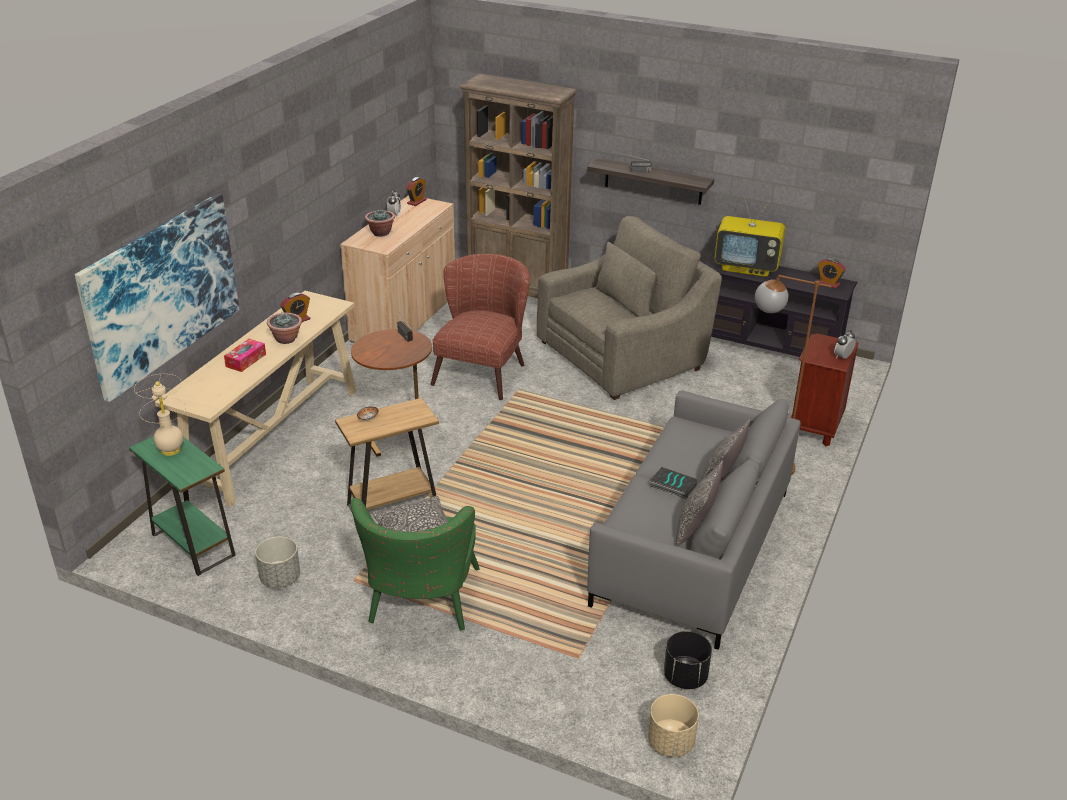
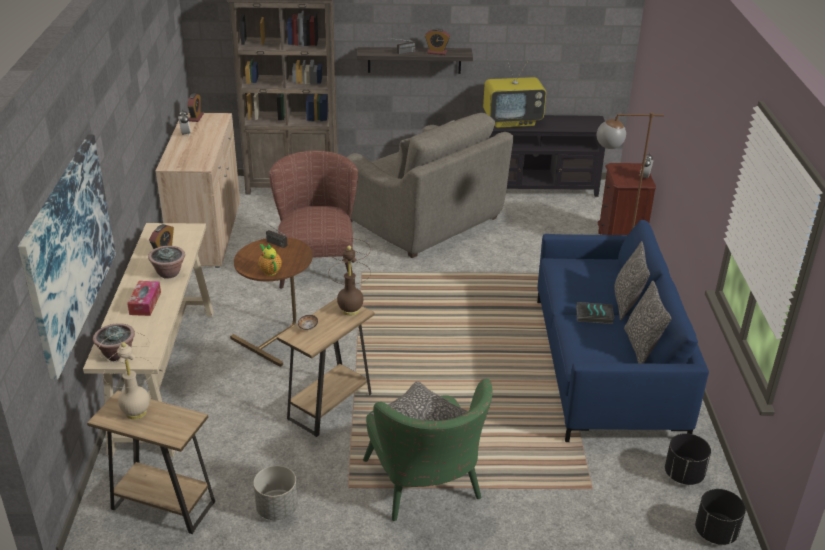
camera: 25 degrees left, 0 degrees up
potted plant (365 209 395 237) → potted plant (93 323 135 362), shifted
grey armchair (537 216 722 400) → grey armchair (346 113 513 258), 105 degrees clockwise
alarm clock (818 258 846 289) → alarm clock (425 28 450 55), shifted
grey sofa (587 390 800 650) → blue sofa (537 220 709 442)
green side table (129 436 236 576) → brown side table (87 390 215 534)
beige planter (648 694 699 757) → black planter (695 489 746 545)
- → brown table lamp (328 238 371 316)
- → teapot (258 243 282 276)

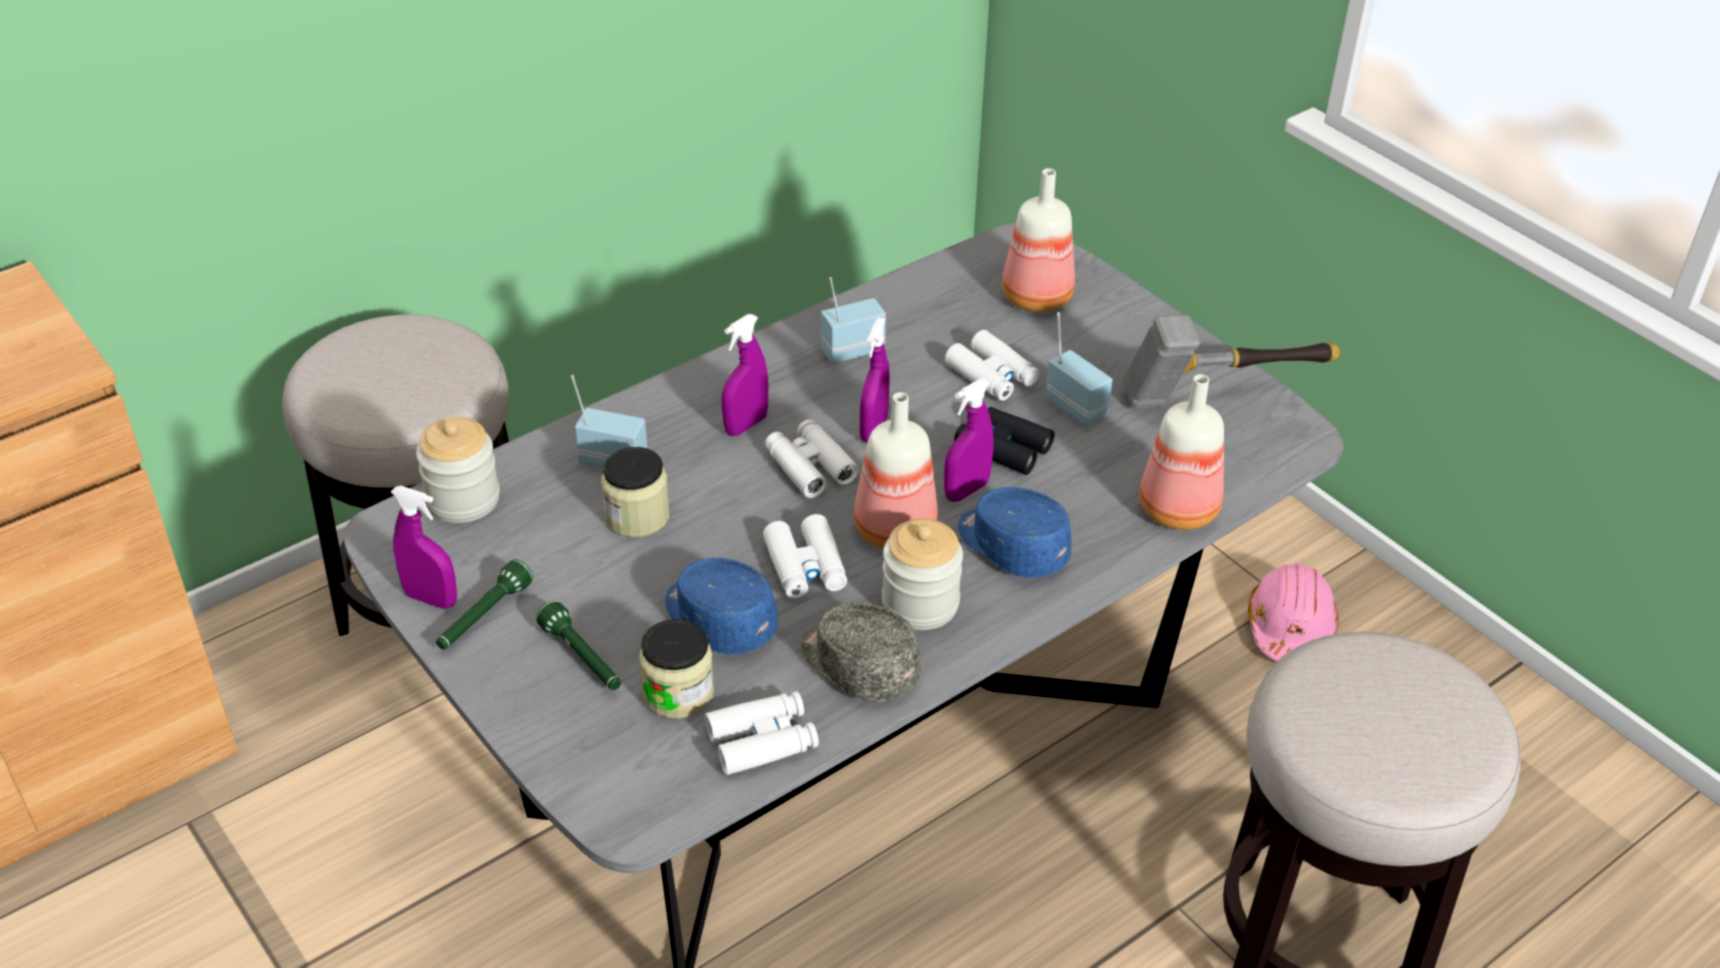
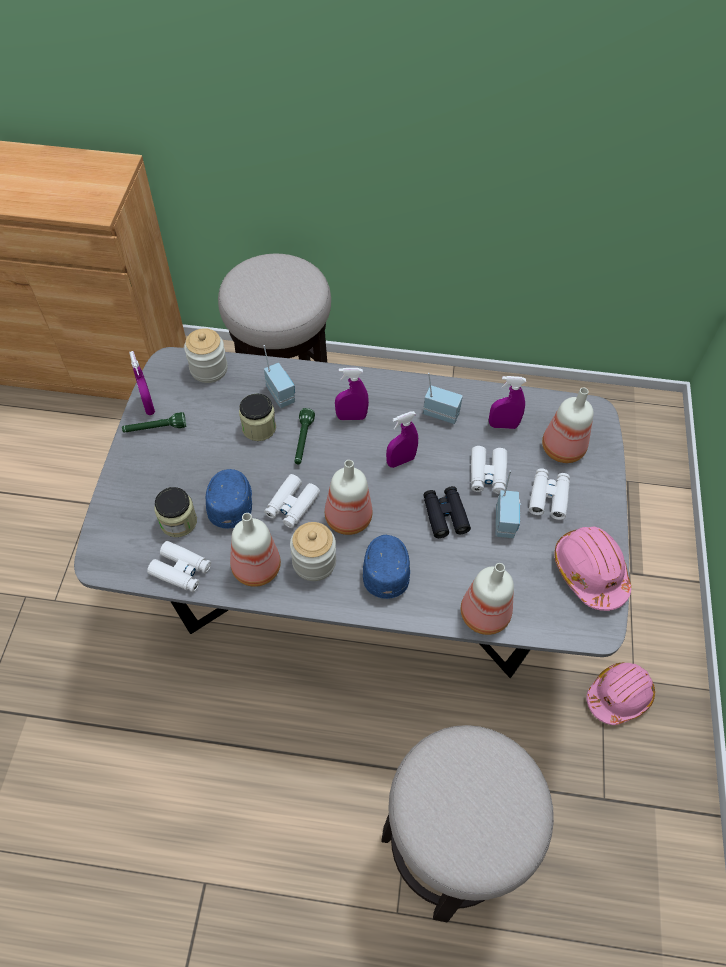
camera: 45 degrees right, 15 degrees up
hammer (1122 315 1340 409) → pink hard hat (555 527 631 611)
purple spray bottle (944 379 994 502) → purple spray bottle (489 376 526 429), shifted
white binoculars (765 419 859 498) → white binoculars (529 468 570 520), shifted
green flashlight (536 600 621 690) → green flashlight (294 408 315 464), shifted
grey cap (801 602 921 702) → bottle (230 513 281 587)

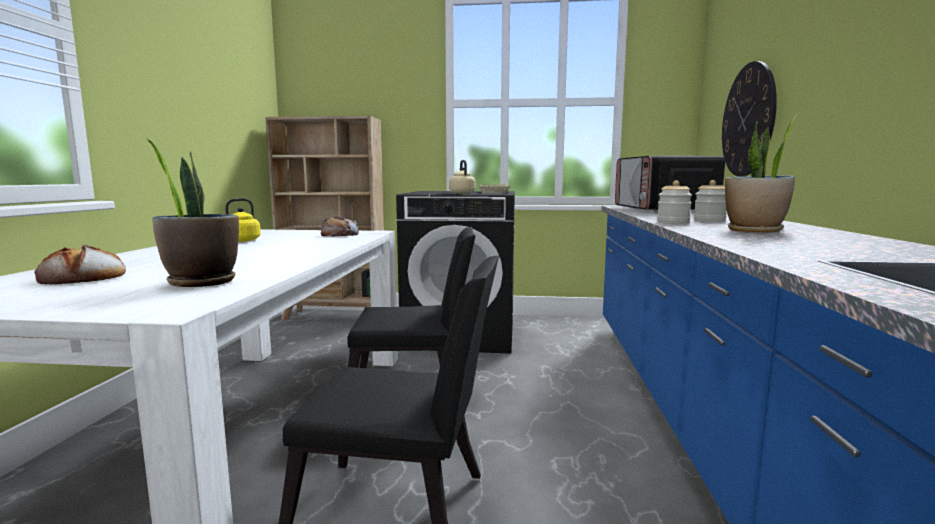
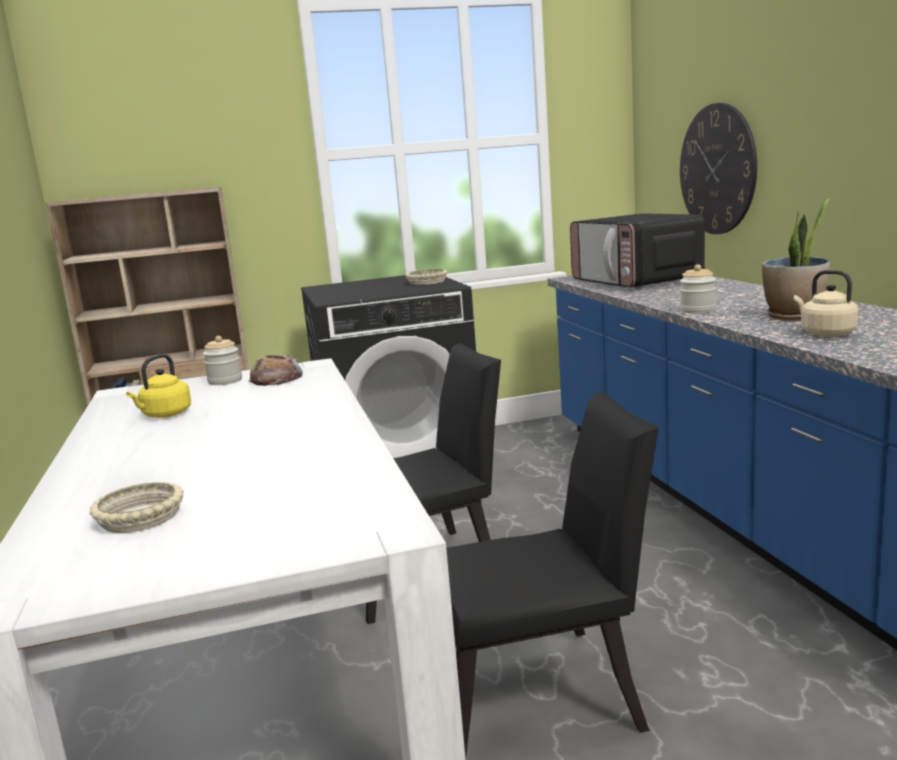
camera: 20 degrees left, 5 degrees up
potted plant (147 139 239 287) → -
beige kettle (449 160 475 194) → beige kettle (794 270 858 337), shifted
jar (694 180 727 222) → jar (203 336 242 385), shifted
bread (34 244 126 285) → beige bowl (90 482 184 533)

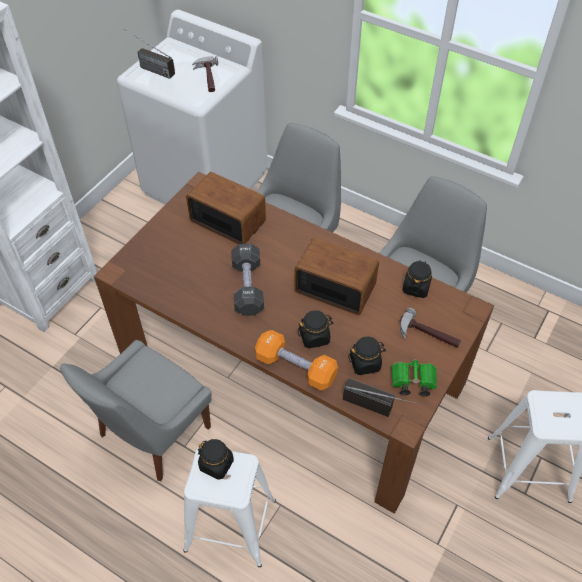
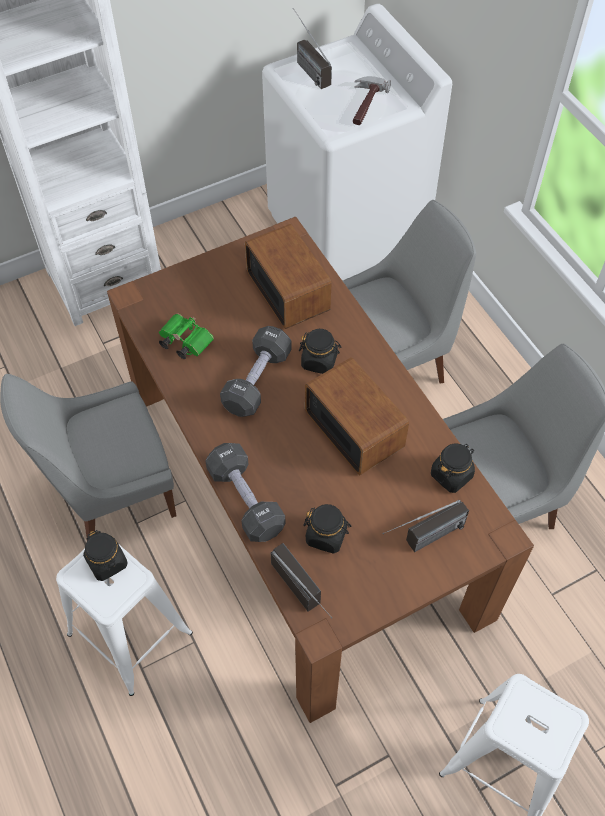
camera: 30 degrees right, 5 degrees up
hammer (399 308 461 348) → radio (382 500 469 552)
black jar (297 310 333 349) → black jar (299 329 342 374), shifted
orange dumbbell (255 330 338 391) → black dumbbell (205 443 286 542)
green binoculars (391 359 437 397) → green binoculars (159 313 214 359), shifted

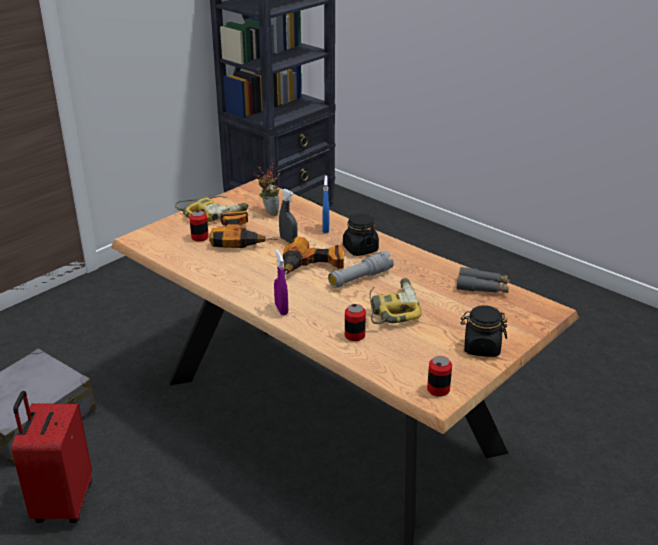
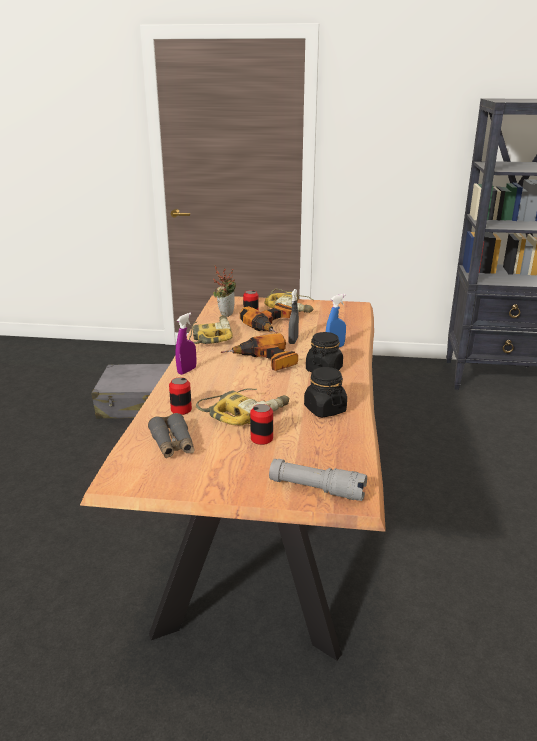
camera: 55 degrees right, 5 degrees down
potted plant (253 163 280 216) → potted plant (213 265 236 317), shifted
grey flashlight (328 251 394 288) → grey flashlight (269 459 367 501), shifted
grey binoculars (457 267 510 293) → grey binoculars (148 413 194 458), shifted
black jar (461 305 508 357) → black jar (304 367 347 418), shifted
can (427 356 452 397) → can (250 404 273 445), shifted
red suitcase (11 391 92 523) → -
- → power drill (189 315 233 344)

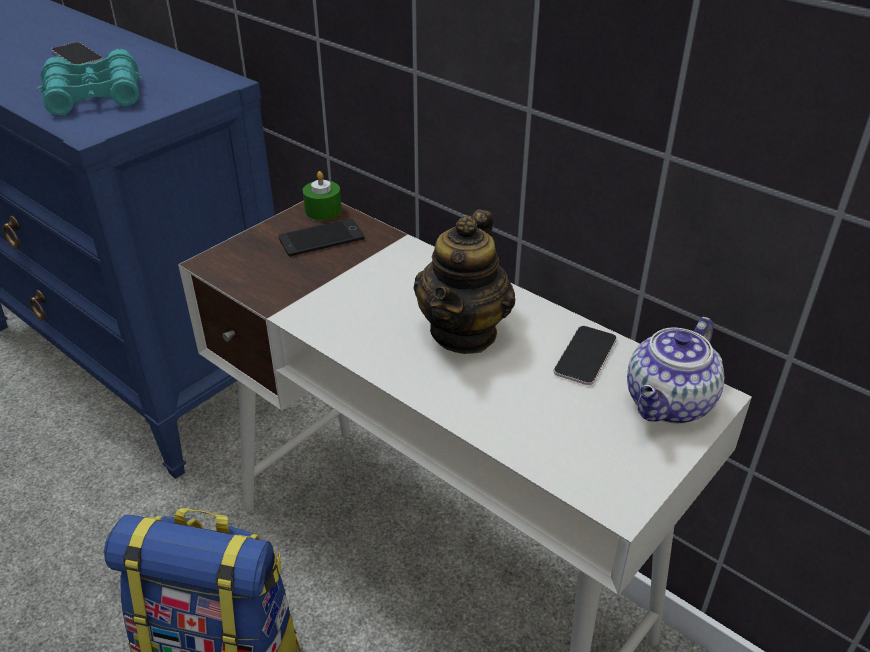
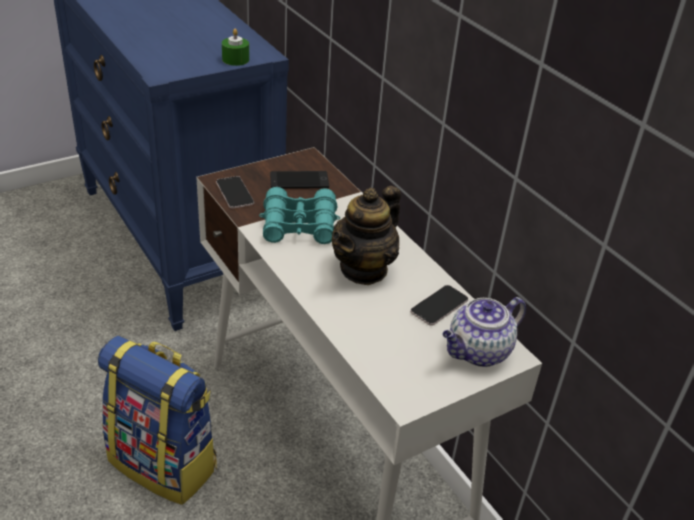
camera: 15 degrees right, 0 degrees up
phone (51 42 103 65) → phone (216 176 254 209), shifted
turquoise binoculars (37 49 143 116) → turquoise binoculars (259 187 340 244), shifted
green candle (303 171 342 220) → green candle (222 29 249 66), shifted

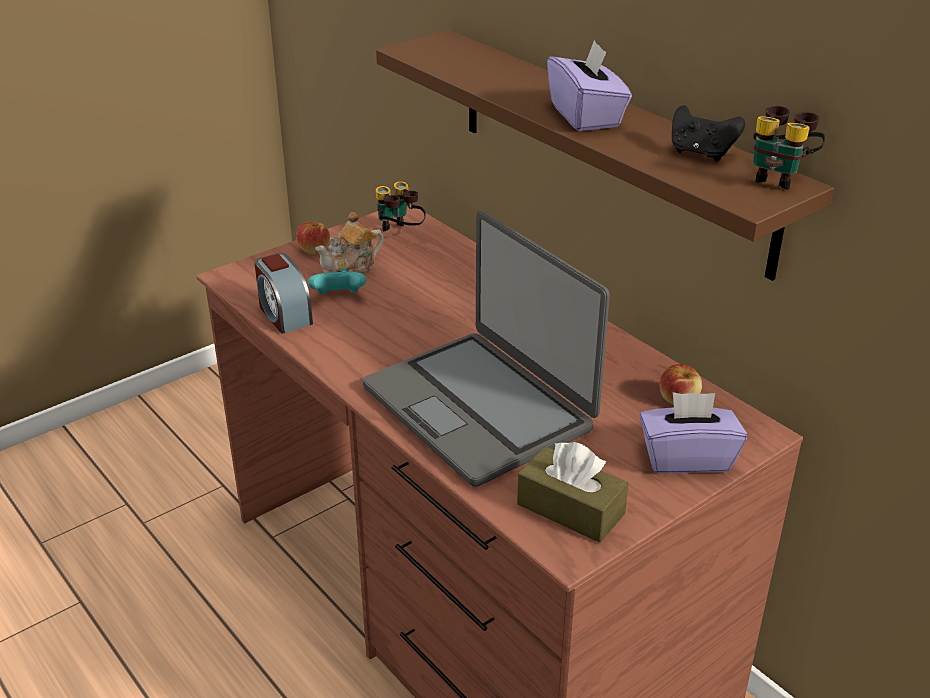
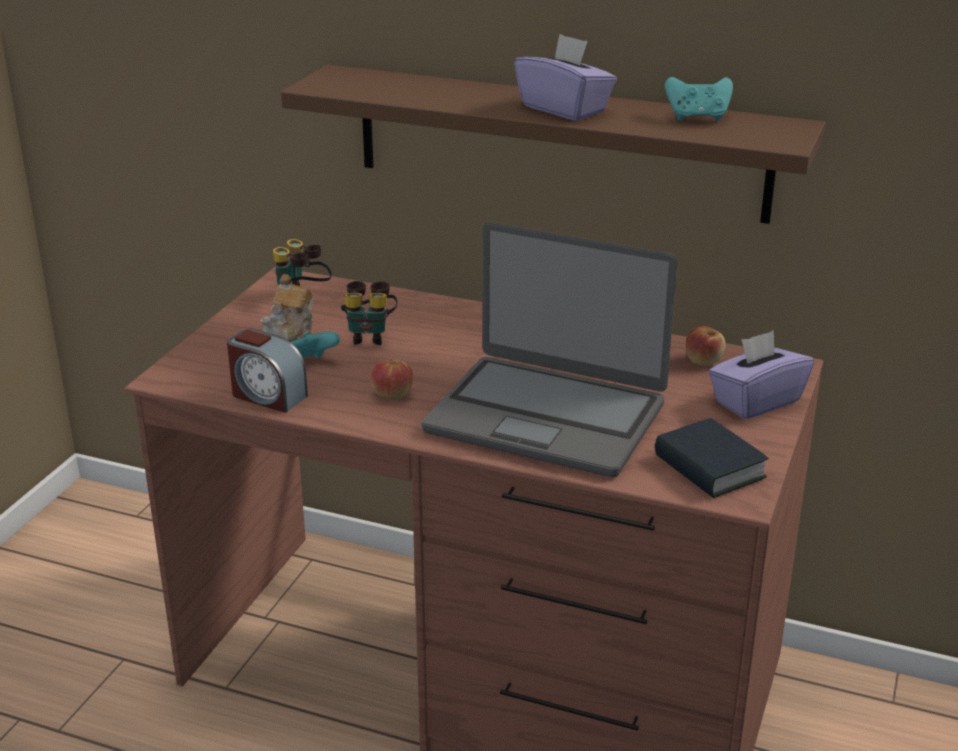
camera: 30 degrees left, 5 degrees down
black game controller (672 105 745 162) → turquoise game controller (665 77 733 121)
binoculars (753 106 825 190) → binoculars (341 281 398 345), shifted
apple (296 222 330 255) → apple (370 360 413 400), shifted
brown tissue box (517 442 628 543) → book (655 418 768 498)

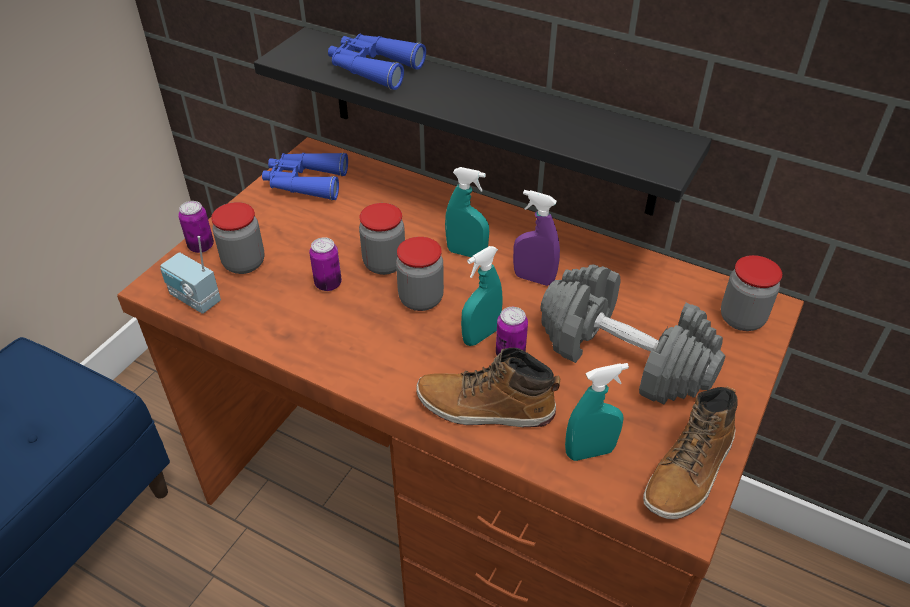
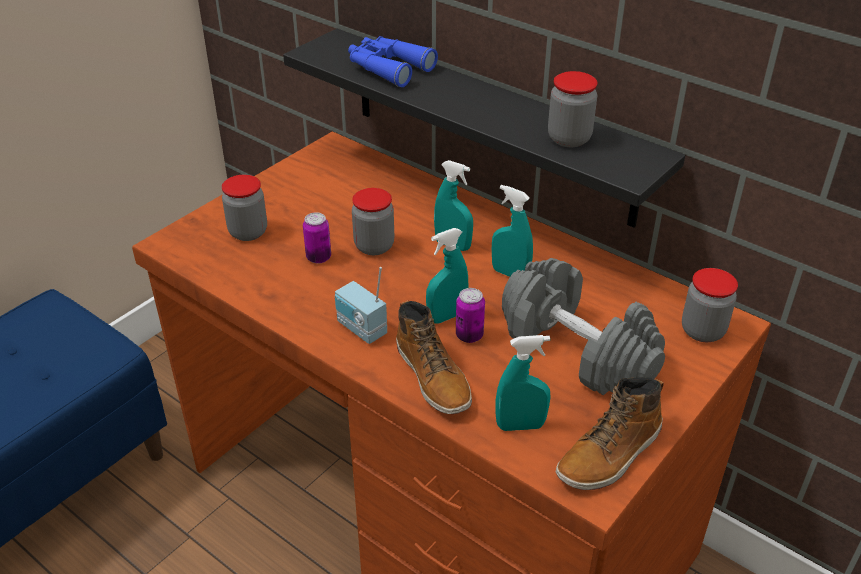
camera: 10 degrees right, 5 degrees down
blue binoculars (262 153 348 200) → -
purple spray bottle (513 190 560 286) → turquoise spray bottle (492 185 533 277)
can (178 201 214 253) → -
radio (160 236 221 314) → radio (335 267 387 344), shifted
jar (396 237 444 311) → jar (548 71 598 147), shifted
boot (416 348 561 427) → boot (396 301 472 414), 135 degrees counterclockwise

